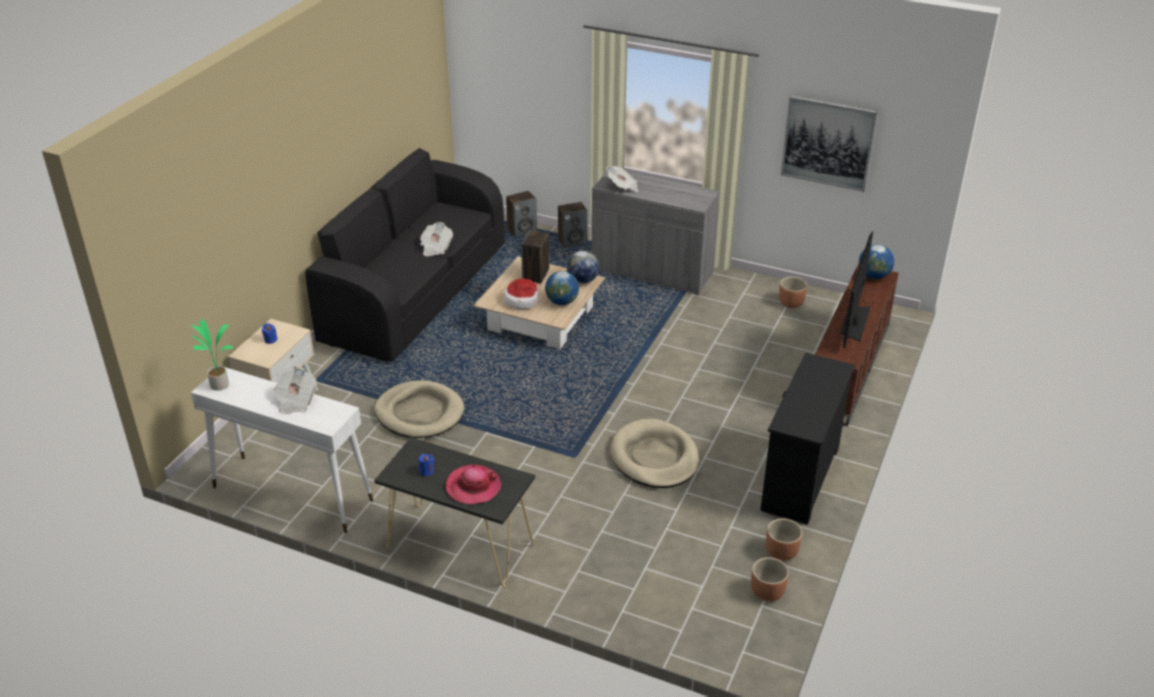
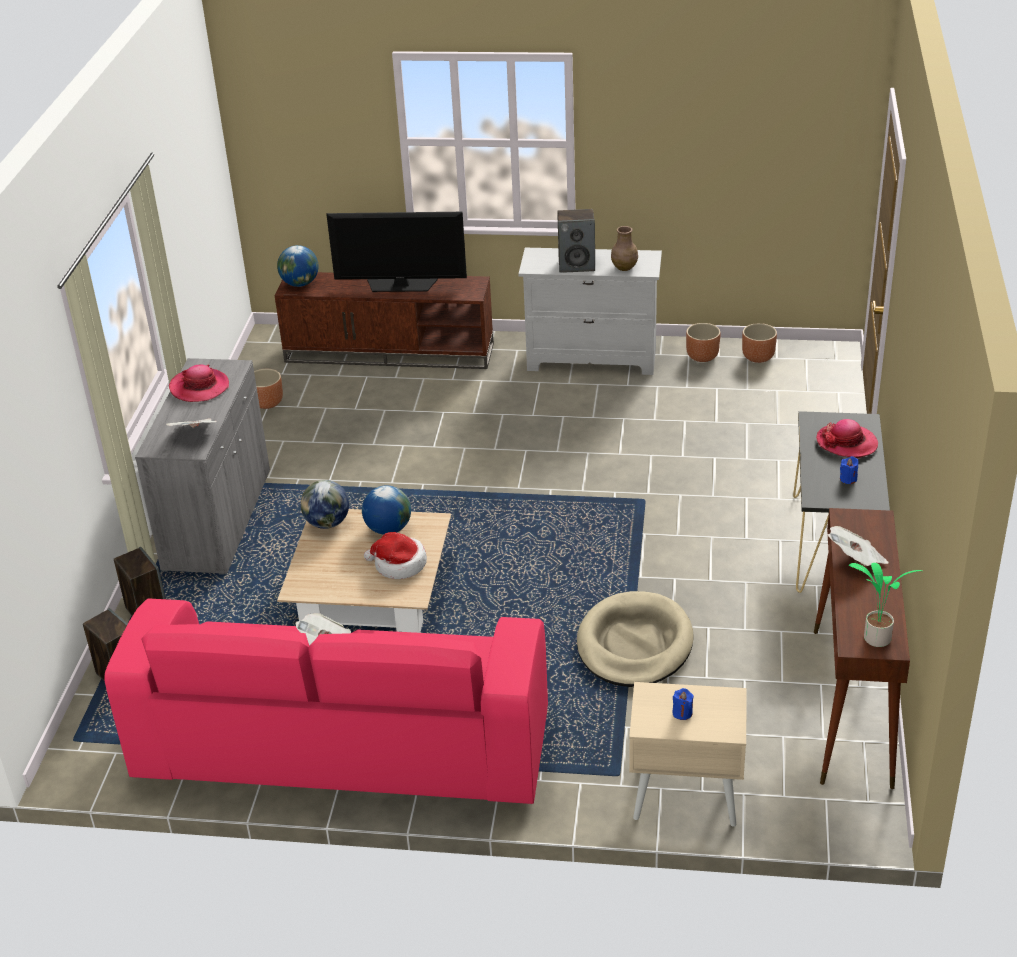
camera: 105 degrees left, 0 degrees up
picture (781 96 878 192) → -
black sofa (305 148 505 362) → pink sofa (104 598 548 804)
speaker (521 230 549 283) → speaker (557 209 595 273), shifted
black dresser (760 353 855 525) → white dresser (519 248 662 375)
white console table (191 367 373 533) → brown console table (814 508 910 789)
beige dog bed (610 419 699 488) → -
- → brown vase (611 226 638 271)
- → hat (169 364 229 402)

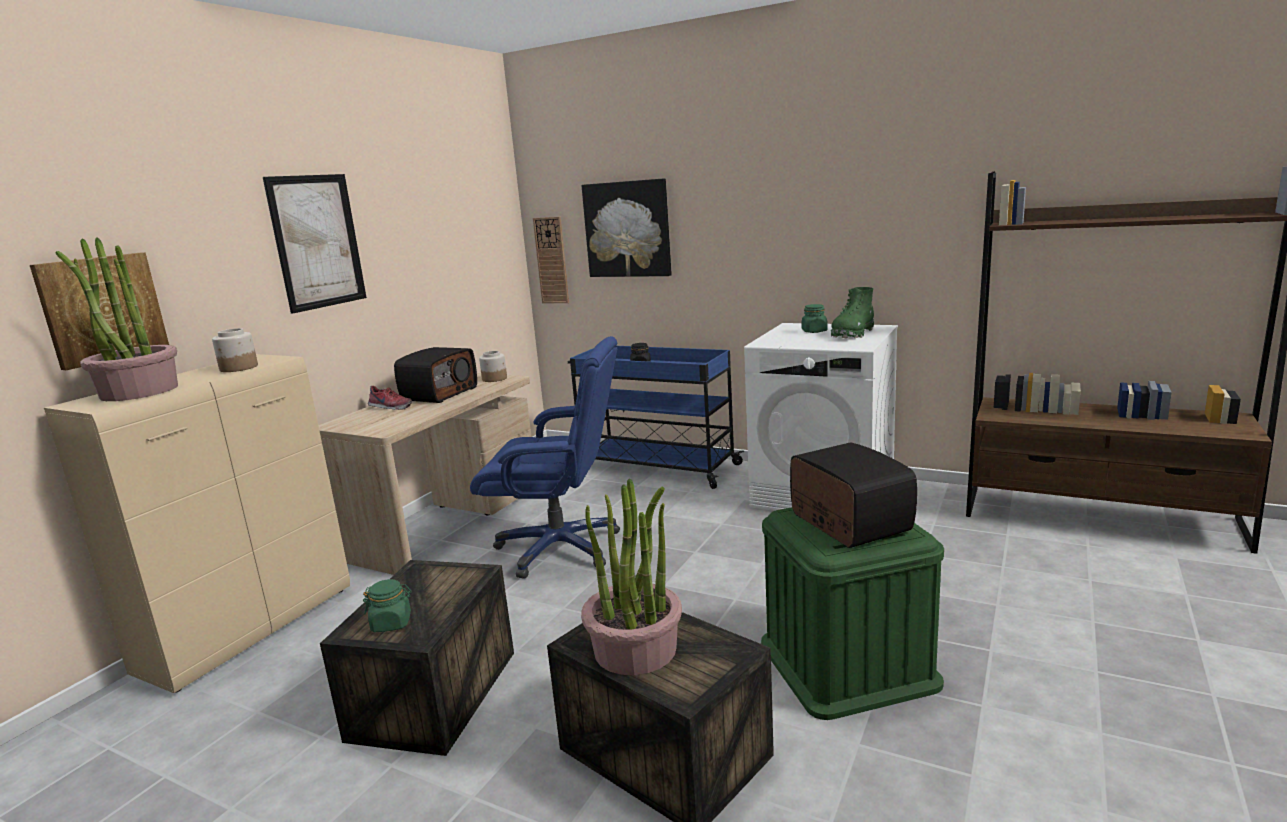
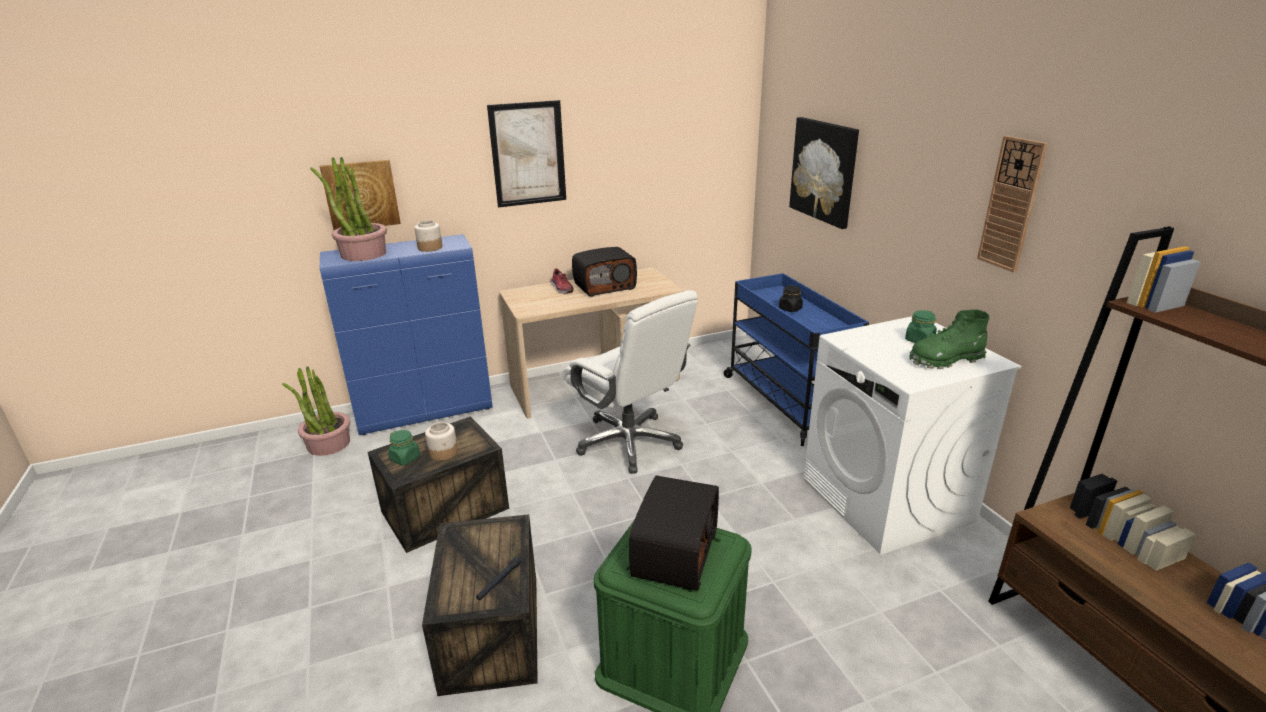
camera: 40 degrees right, 10 degrees up
wall clock (533 217 569 303) → wall clock (977 136 1048 273), shifted
blue office chair (470 336 620 578) → white office chair (562 290 698 474)
jar (479 351 507 382) → jar (425 422 458 461), shifted
beige cabinet (44 354 350 693) → blue cabinet (320 234 493 435)
potted plant (581 478 682 675) → potted plant (282 366 350 456), shifted
- → black flashlight (476 556 522 600)

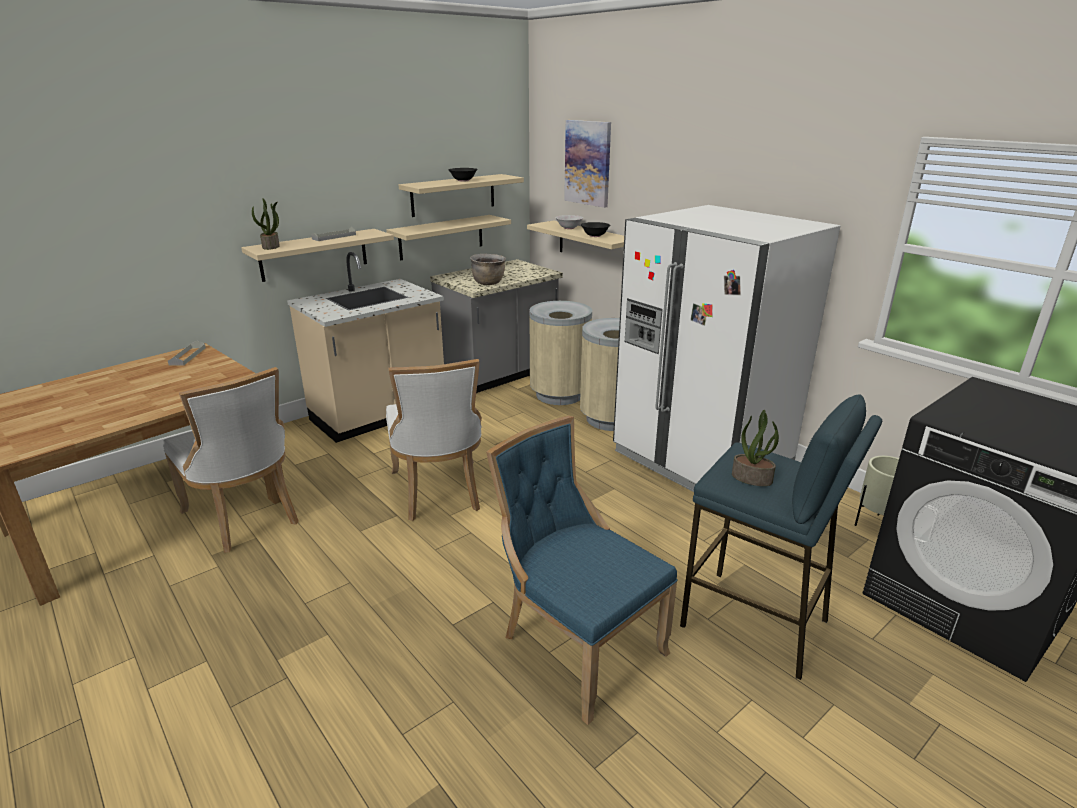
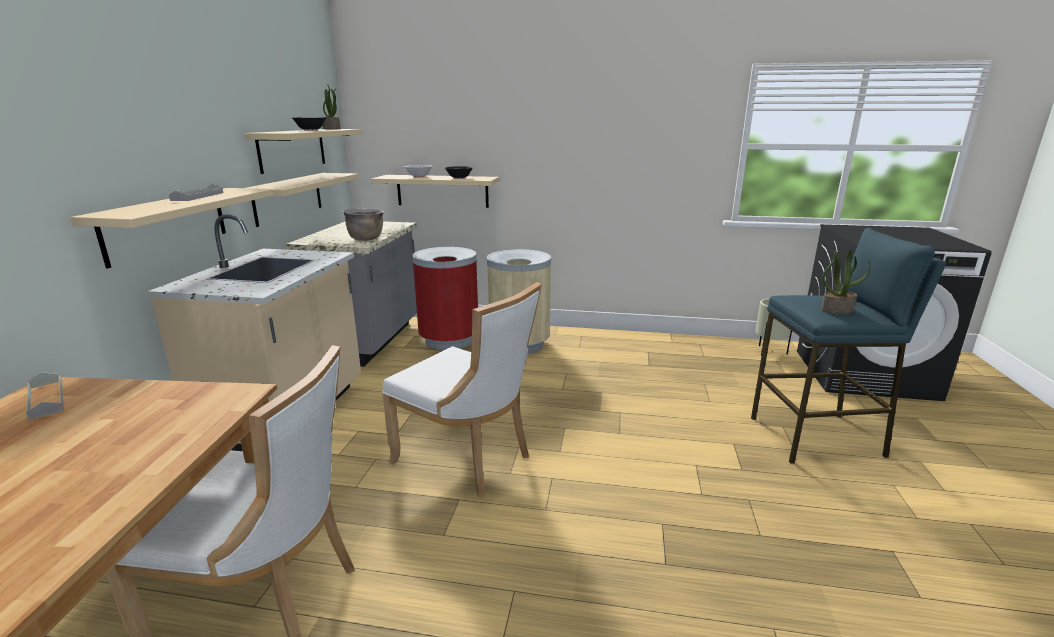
camera: 40 degrees left, 5 degrees down
picture (564 120 611 208) → -
potted plant (252 198 280 250) → potted plant (321 84 341 129), shifted
white fridge (613 205 840 492) → -
beige trash can (529 301 592 405) → red trash can (412 247 478 350)
blue chair (486 415 678 725) → -

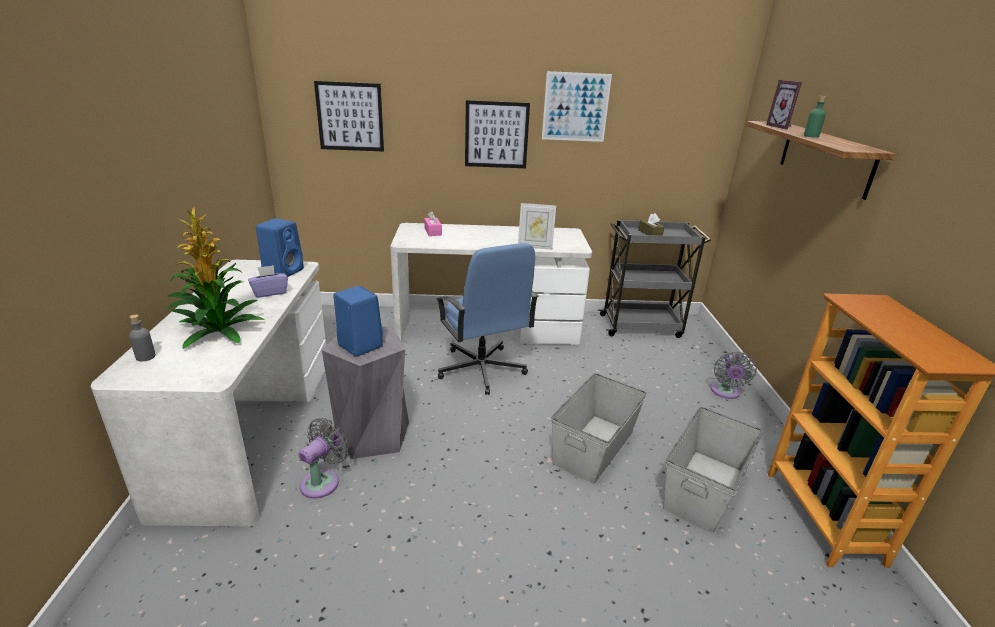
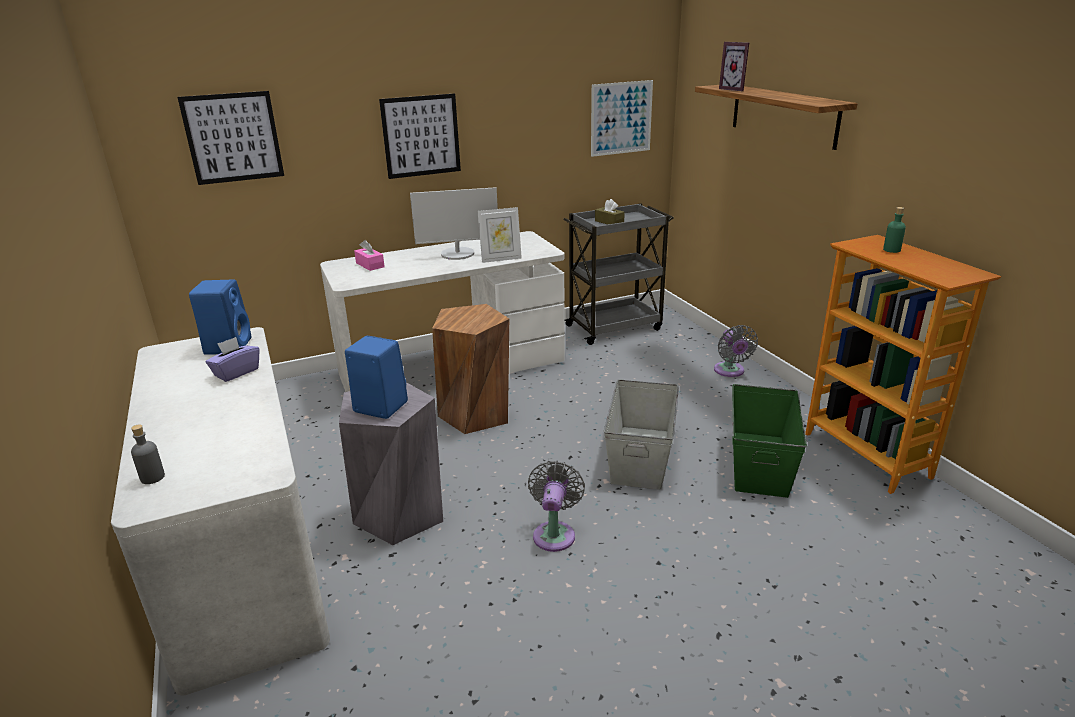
camera: 20 degrees left, 0 degrees up
picture (542 71 612 142) → picture (591 80 653 157), shifted
green bottle (804 96 826 138) → green bottle (883 207 906 253), shifted
potted plant (167 206 265 349) → -
blue office chair (436 243 539 395) → brown stool (432 304 509 434)
grey storage box (663 407 763 533) → green storage box (732 384 807 498)
grey fan (299 418 349 499) → grey fan (528 460 585 552), shifted
- → monitor (410 187 498 260)

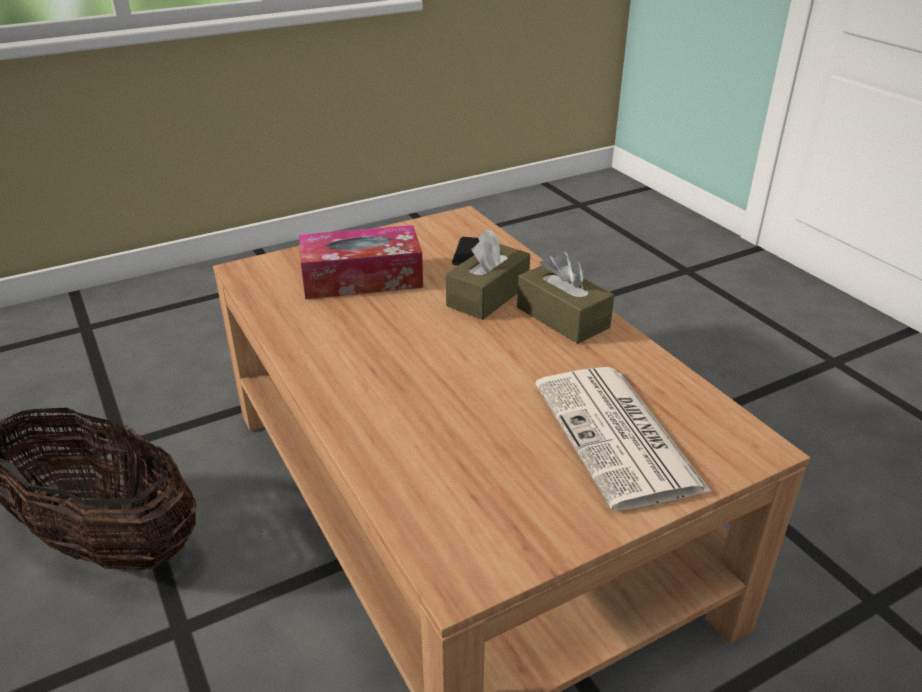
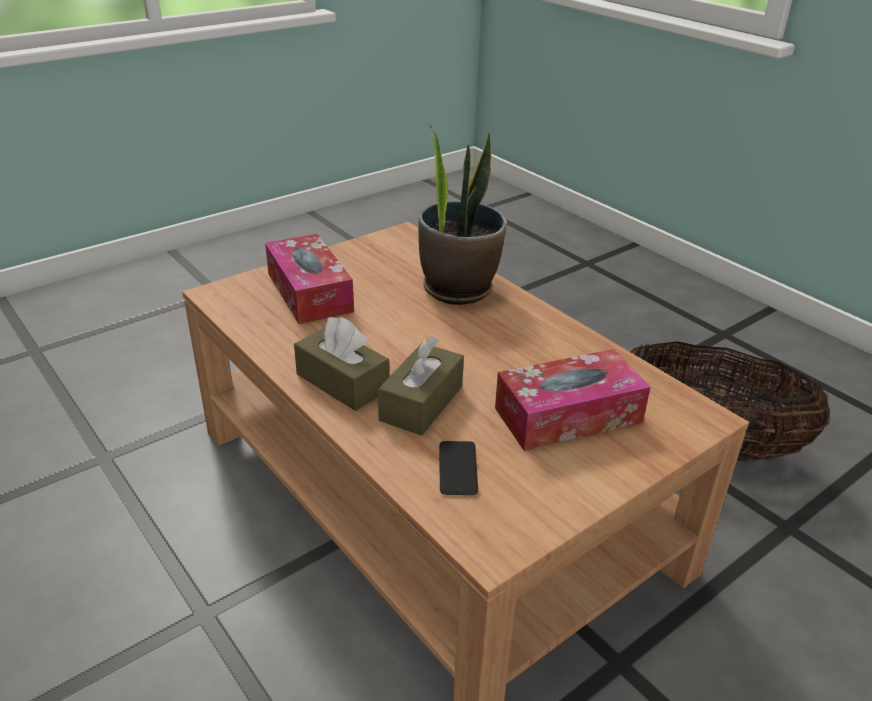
camera: 170 degrees right, 0 degrees up
newspaper (536 367 712 511) → tissue box (265 234 354 324)
- → potted plant (418 124 507 305)

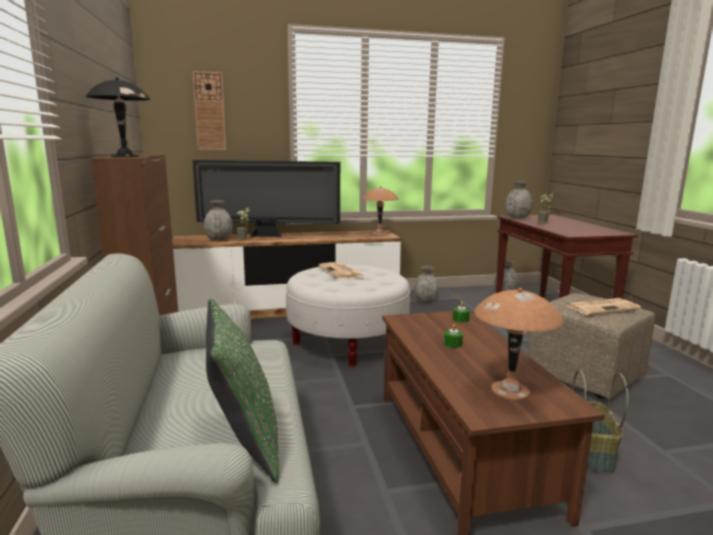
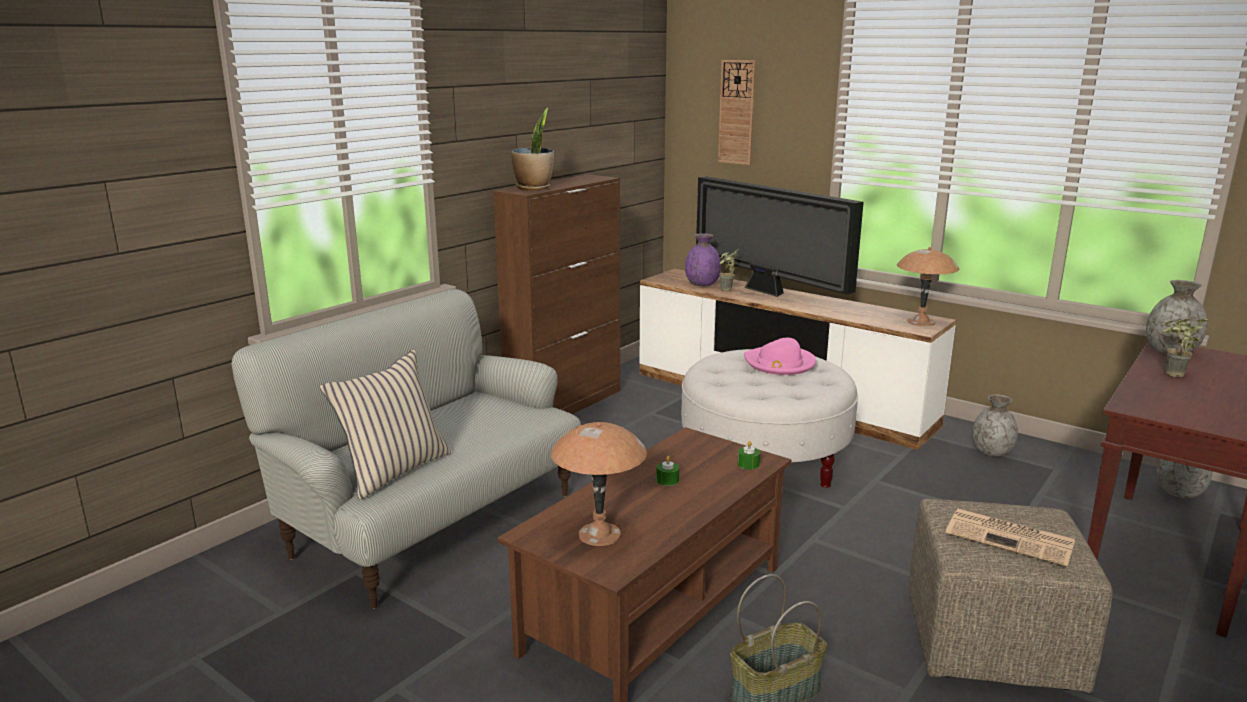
camera: 50 degrees right, 5 degrees up
black table lamp (86 77 150 157) → potted plant (511 108 554 190)
grey vase (204 201 233 241) → purple vase (685 233 721 286)
newspaper (318 262 363 279) → pink hat (744 338 816 375)
green pillow (206 299 279 483) → beige pillow (320 349 451 499)

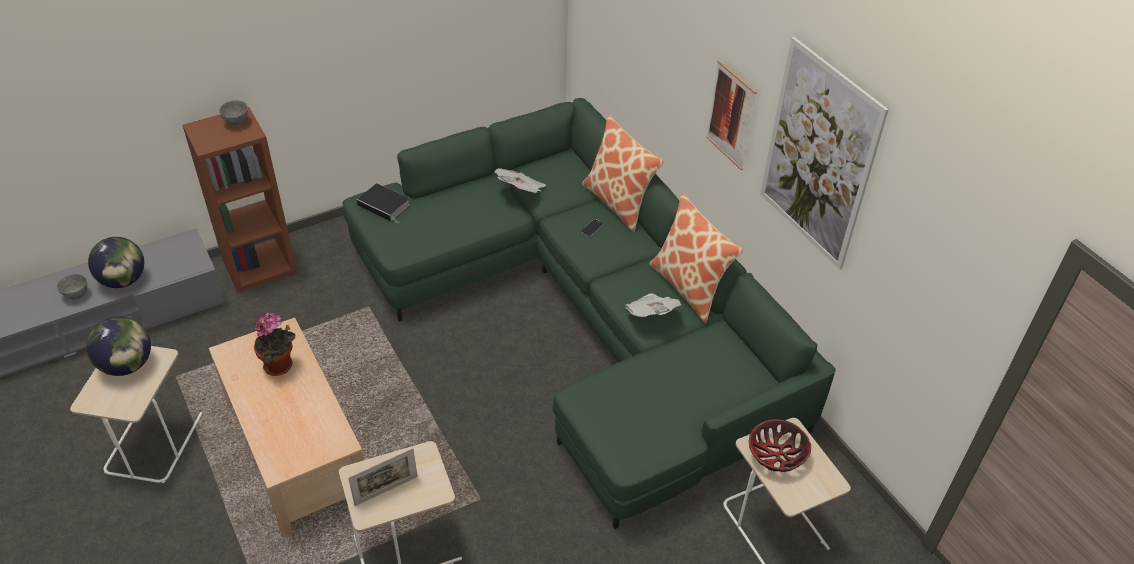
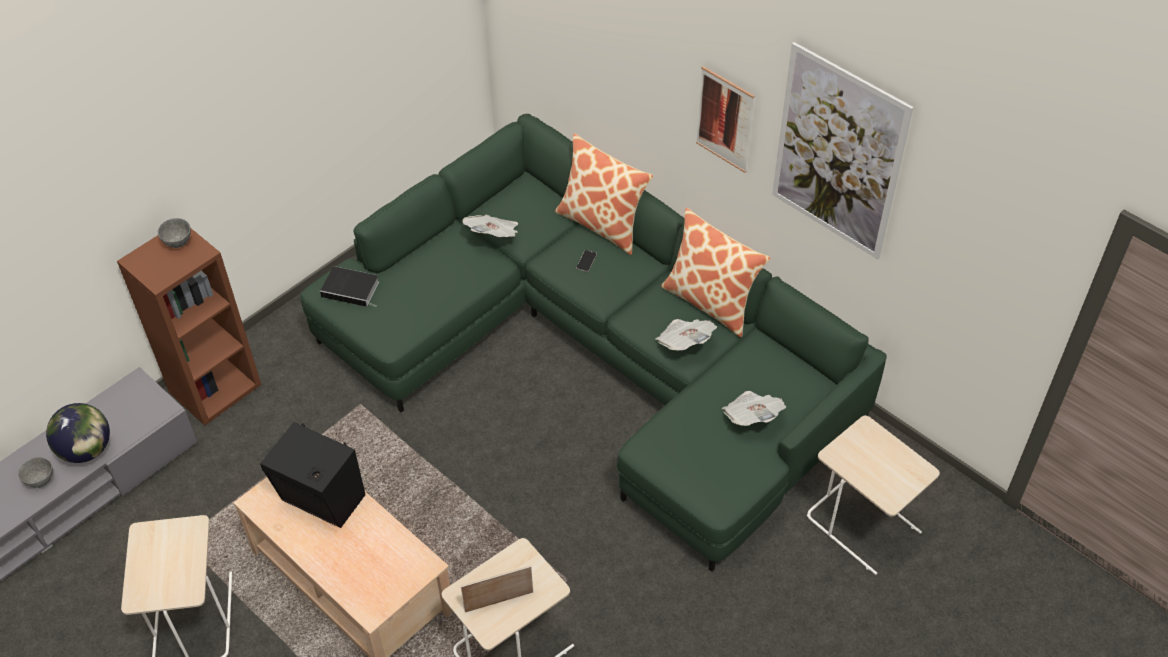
camera: 15 degrees left, 5 degrees up
potted plant (254 313 295 376) → black speaker (260 422 366 528)
globe (87 317 151 376) → -
bowl (749 419 811 472) → -
picture frame (348 448 417 506) → picture frame (461 566 533 613), 150 degrees counterclockwise
- → newspaper (722 391 786 426)

